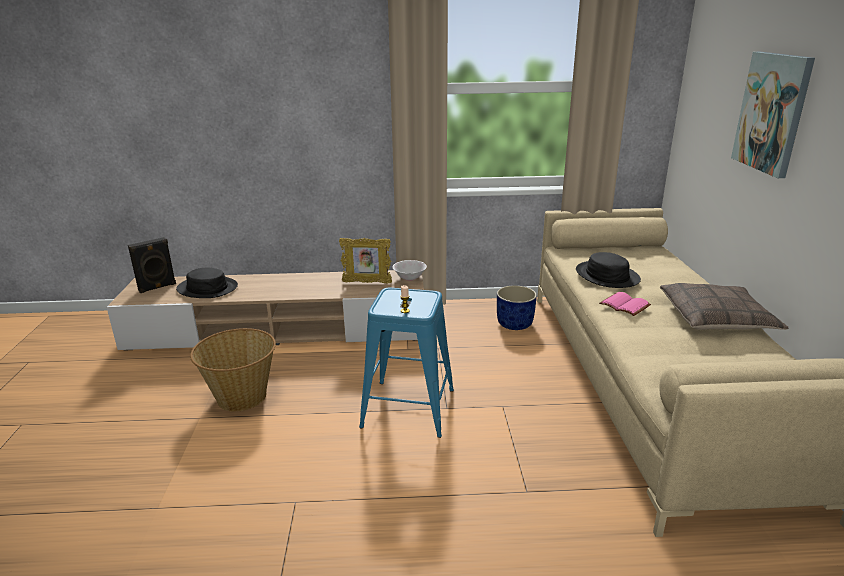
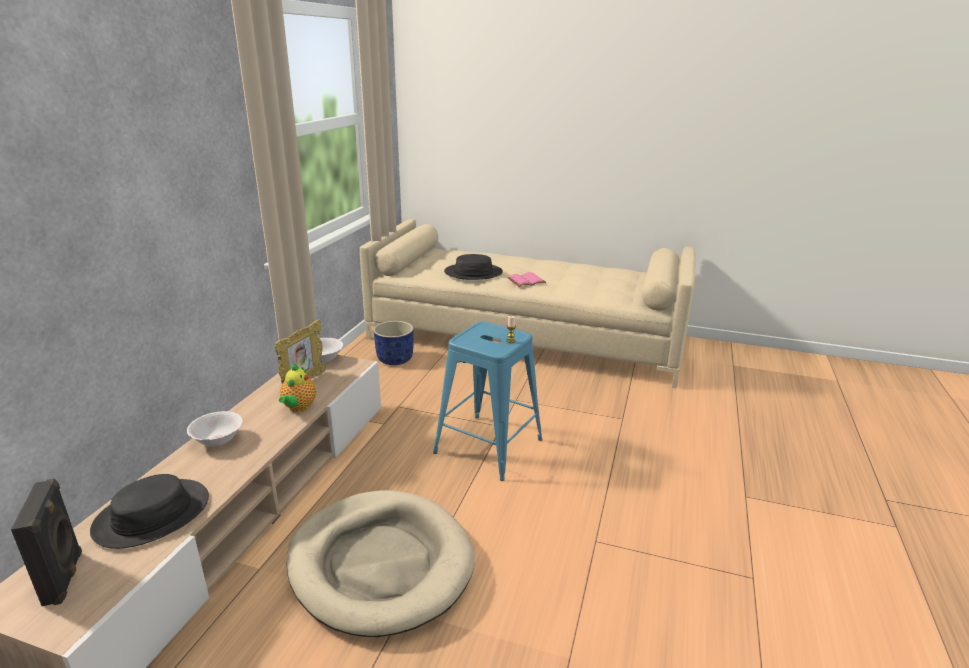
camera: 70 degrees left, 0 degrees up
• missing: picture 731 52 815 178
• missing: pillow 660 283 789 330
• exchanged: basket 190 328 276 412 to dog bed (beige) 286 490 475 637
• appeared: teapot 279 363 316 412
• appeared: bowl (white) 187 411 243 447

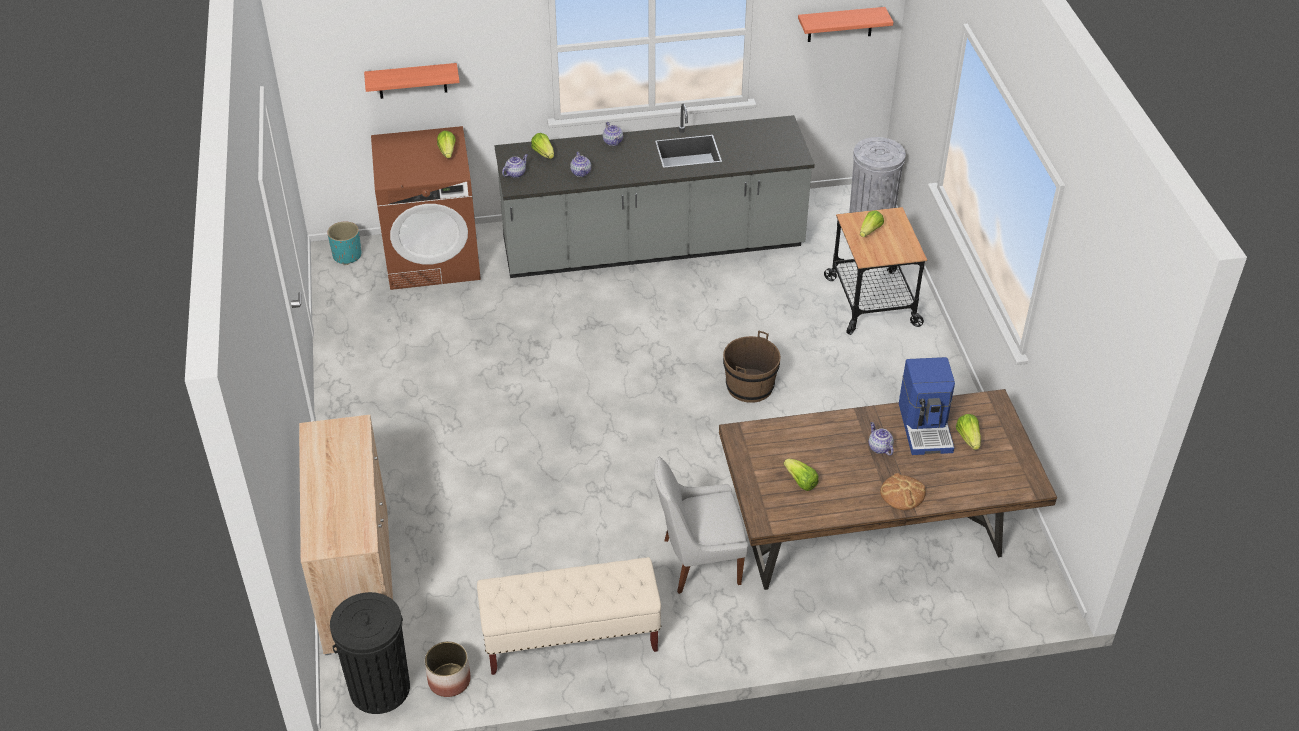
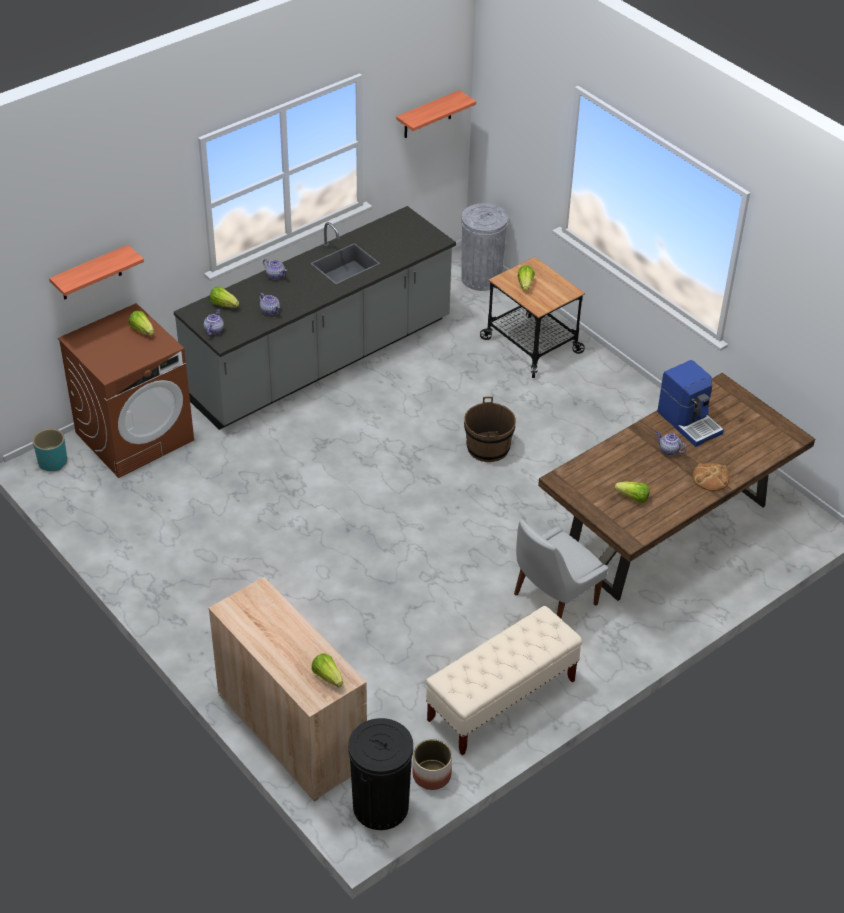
camera: 30 degrees left, 0 degrees up
• relocated: lettuce 956 414 981 450 to 312 653 343 687

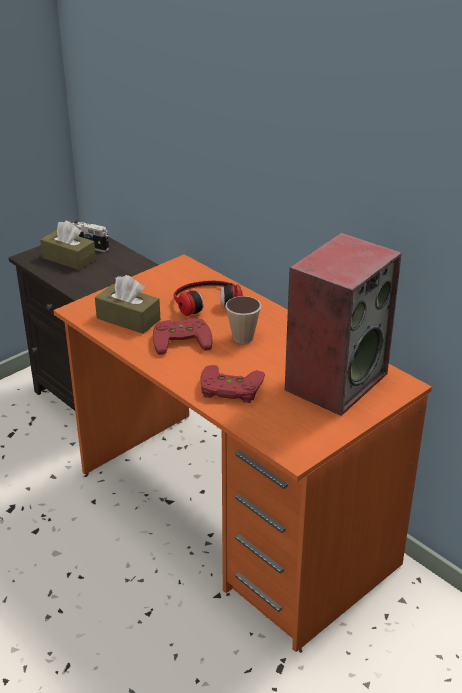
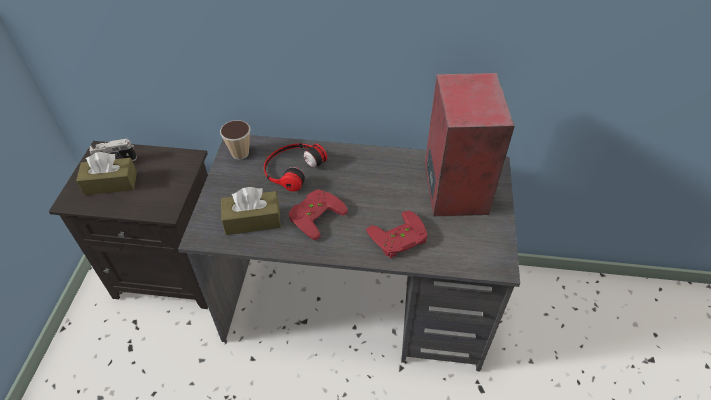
camera: 40 degrees left, 15 degrees up
• colour: desk (orange) 53 254 432 652 to desk (grey) 178 135 520 371
• relocated: cup 225 296 261 344 to 220 120 250 160

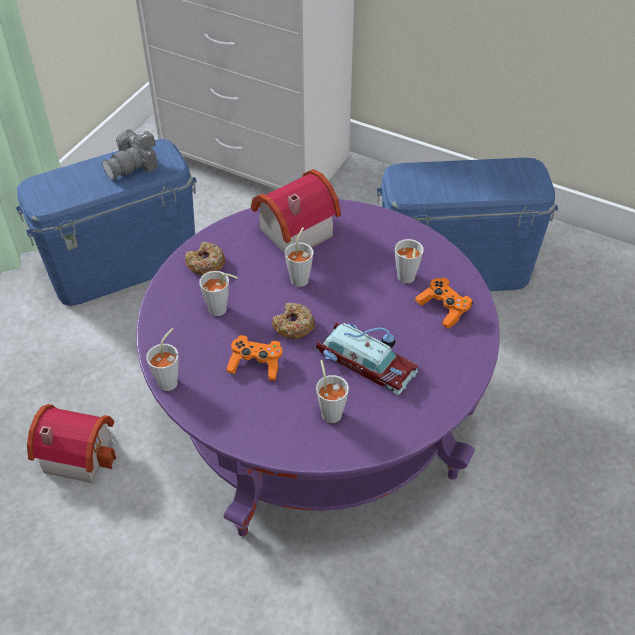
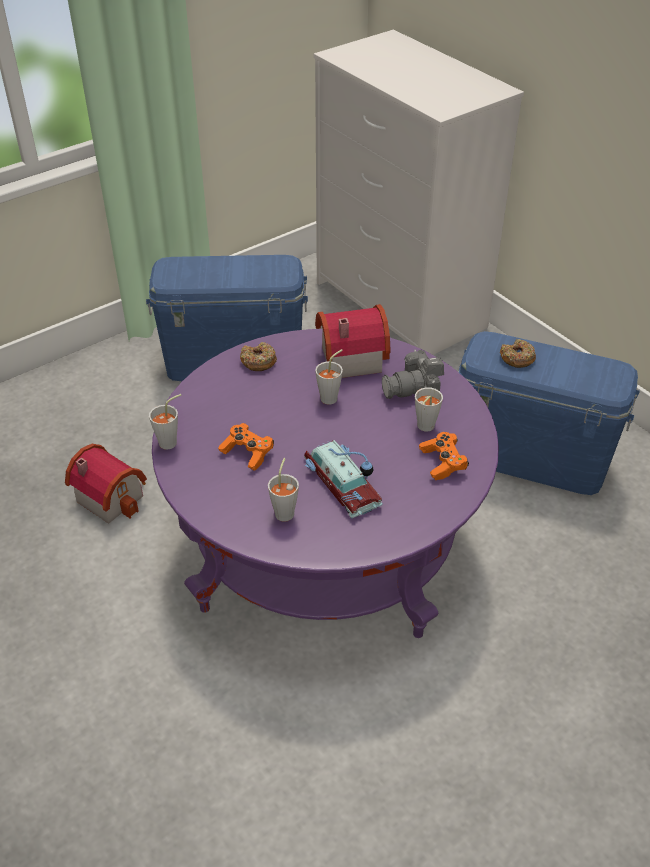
camera: 25 degrees right, 5 degrees down
• relocated: photo camera 102 129 158 180 to 382 350 444 399
• missing: cup (grey) 199 271 238 316
• relocated: donut 272 303 315 339 to 500 339 536 368

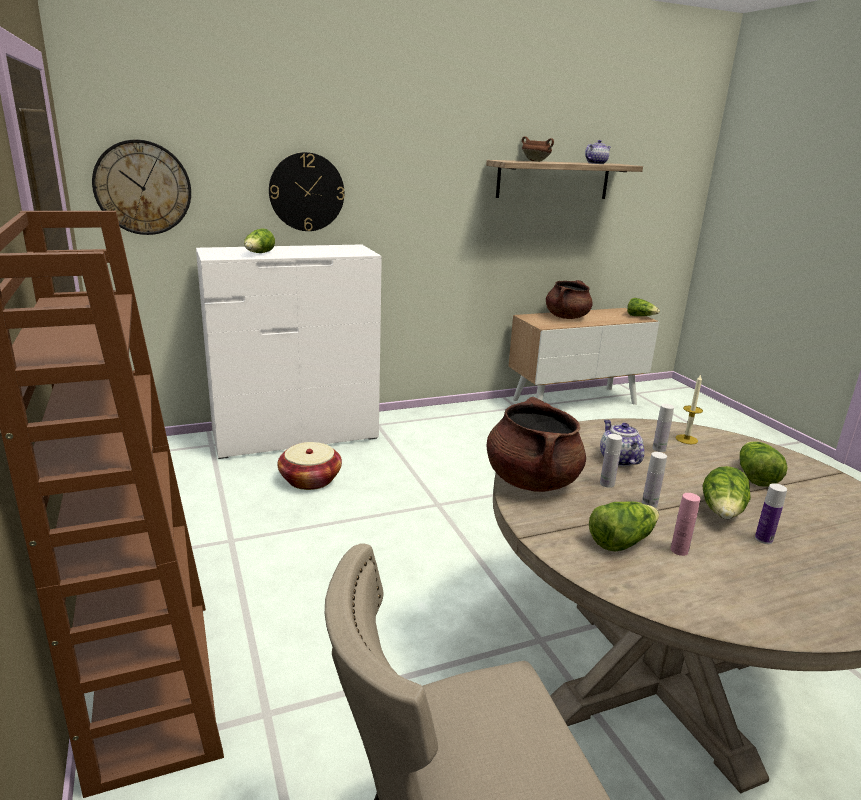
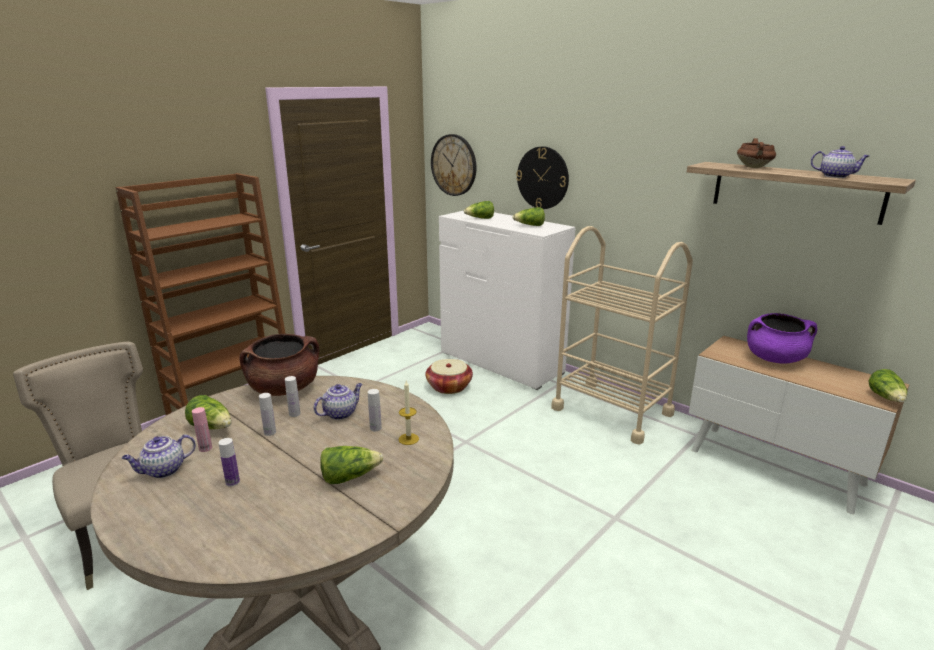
camera: 65 degrees right, 0 degrees up
• colour: cooking pot (brown) 546 280 593 319 to cooking pot (purple) 747 313 817 364
• relocated: lettuce 703 466 751 519 to 512 207 545 226
• appeared: cart (beige) 551 226 693 445
• appeared: teapot 122 434 196 478

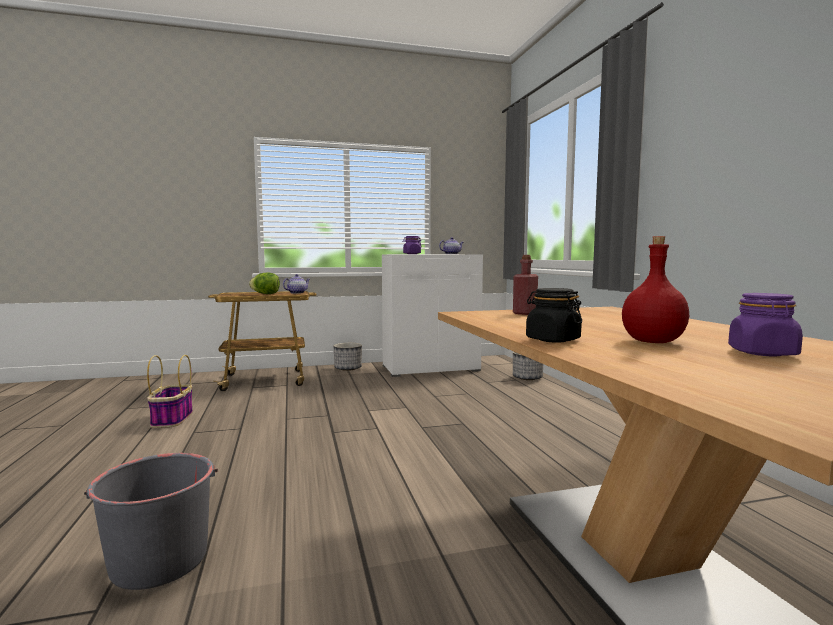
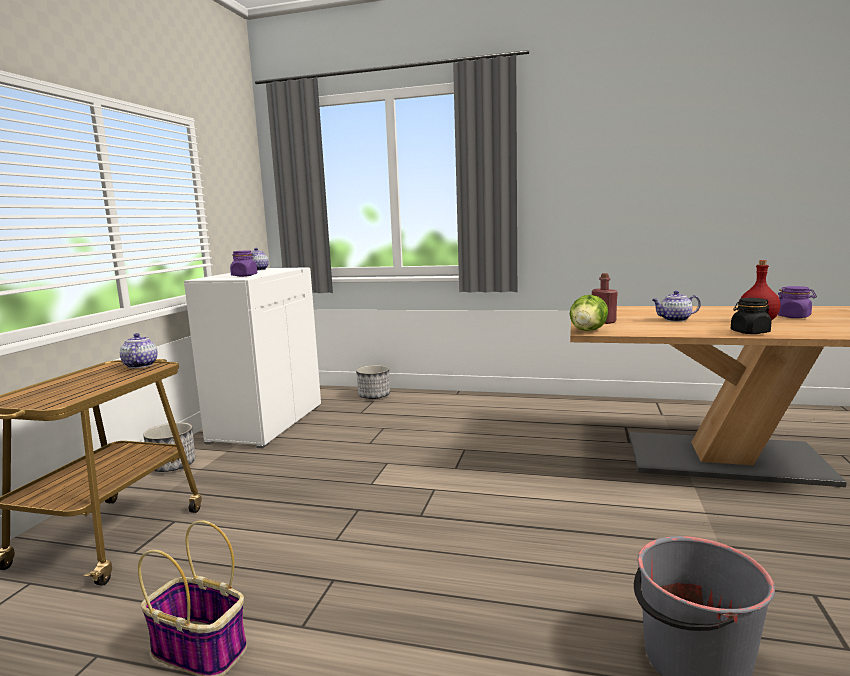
camera: 60 degrees left, 5 degrees up
• relocated: lettuce 249 273 280 294 to 570 295 608 331
• appeared: teapot 652 291 701 322

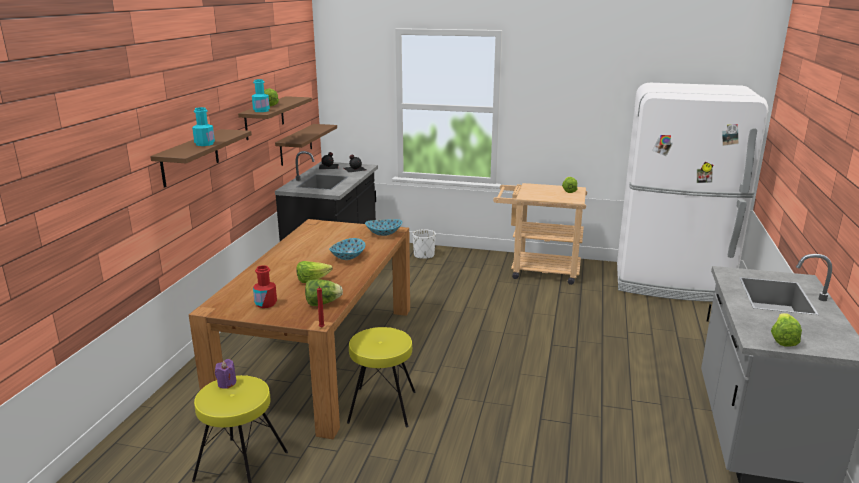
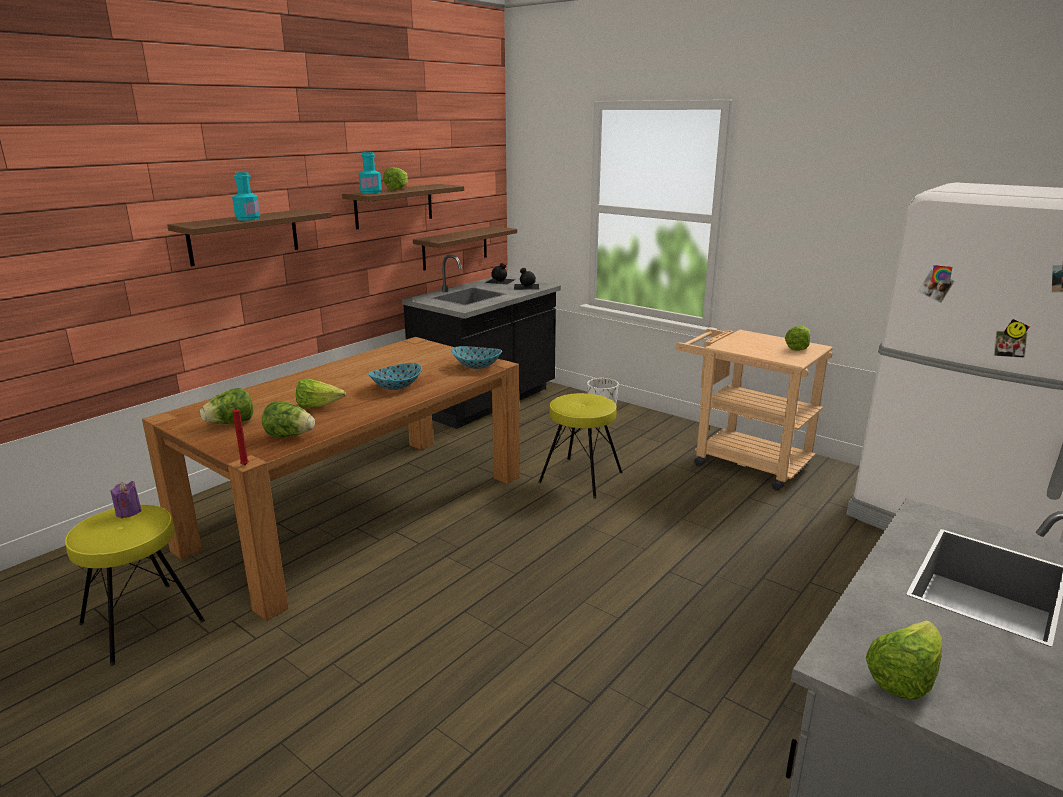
camera: 25 degrees right, 0 degrees up
• exchanged: bottle (red) 253 265 277 308 to lettuce 200 388 253 424
• relocated: stool (yellow) 347 327 416 427 to 538 393 623 499

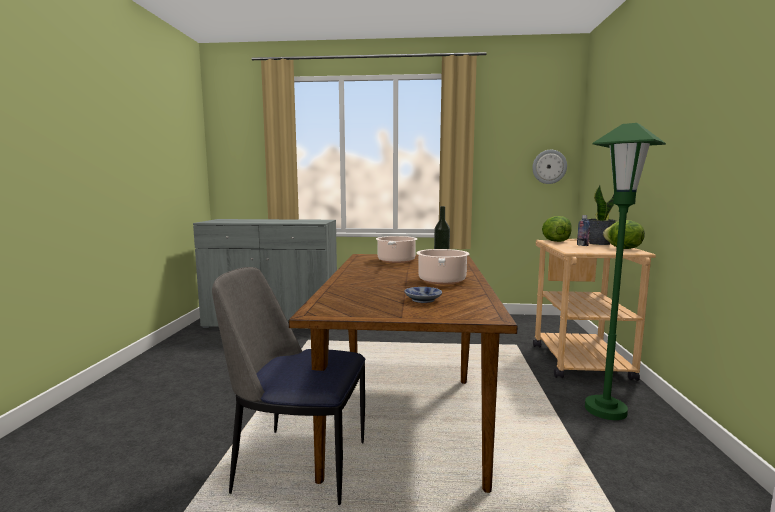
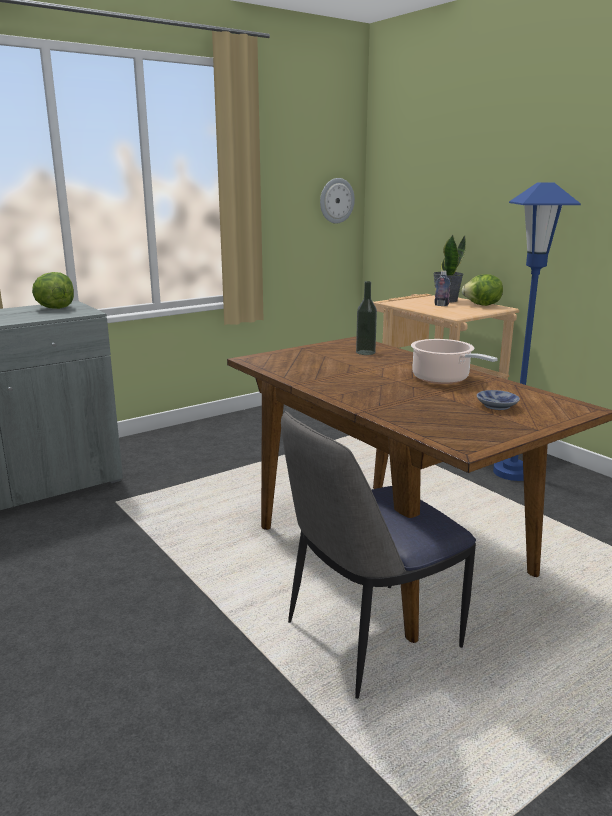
camera: 40 degrees left, 10 degrees up
• colour: floor lamp (green) 585 123 666 420 to floor lamp (blue) 493 182 581 481
• relocated: lettuce 542 216 572 242 to 32 272 74 309
• missing: cooking pot 376 236 417 263

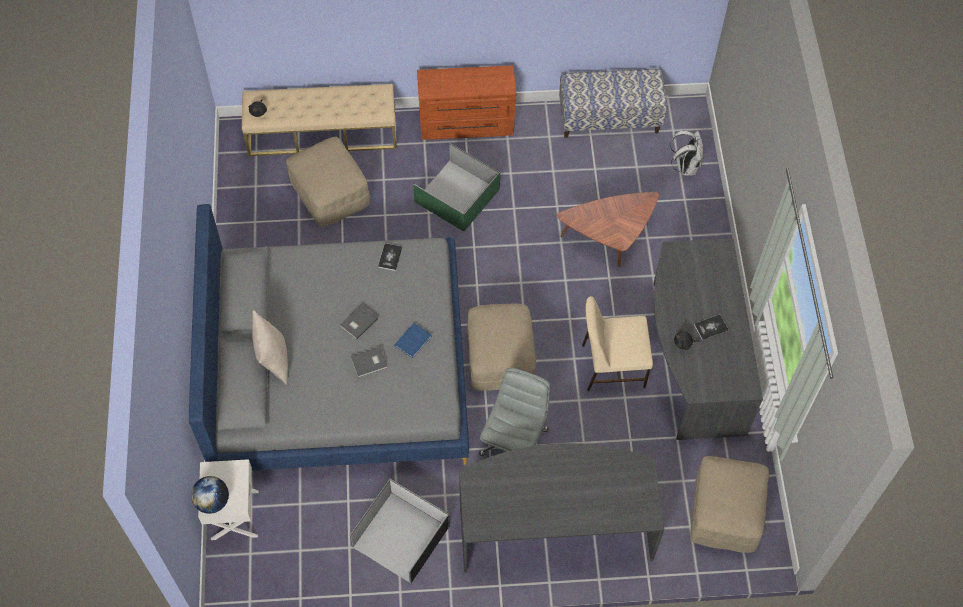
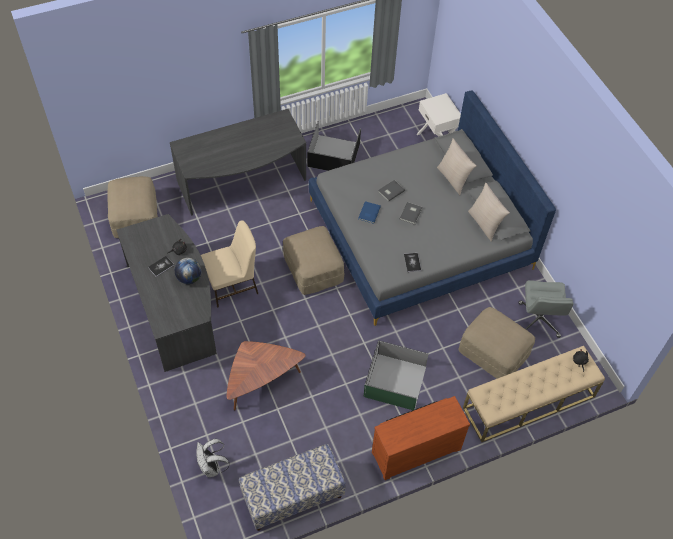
camera: 160 degrees right, 5 degrees down
• relocated: office chair (grey) 479 368 550 456 to 519 280 573 338
• relocated: globe 191 476 229 514 to 175 258 202 284
• appeared: pillow (beige) 468 183 510 241

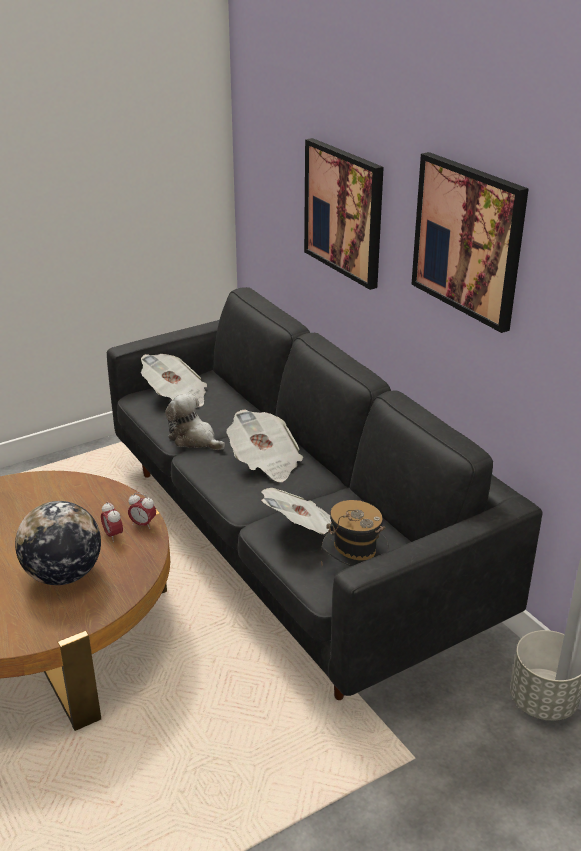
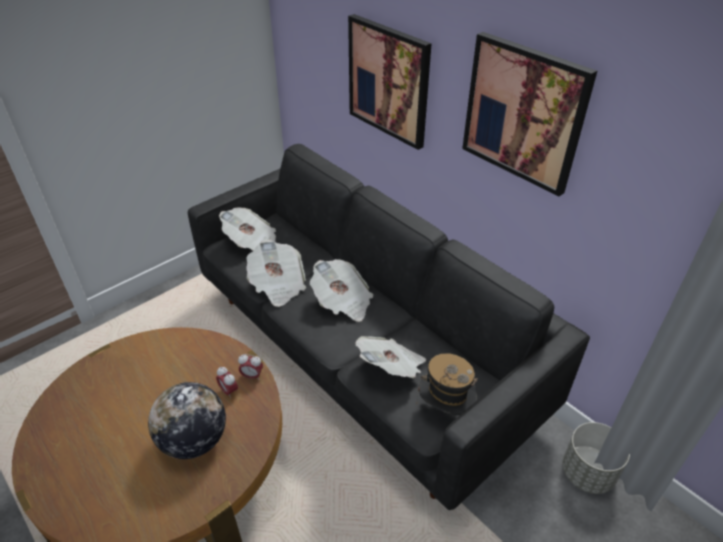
camera: 10 degrees left, 10 degrees up
• exchanged: plush toy 165 393 225 450 to newspaper 246 240 306 307

